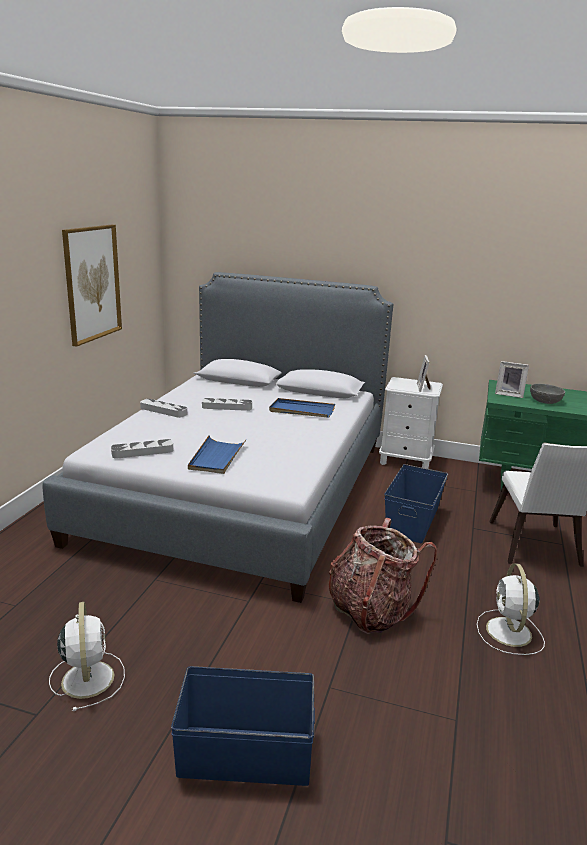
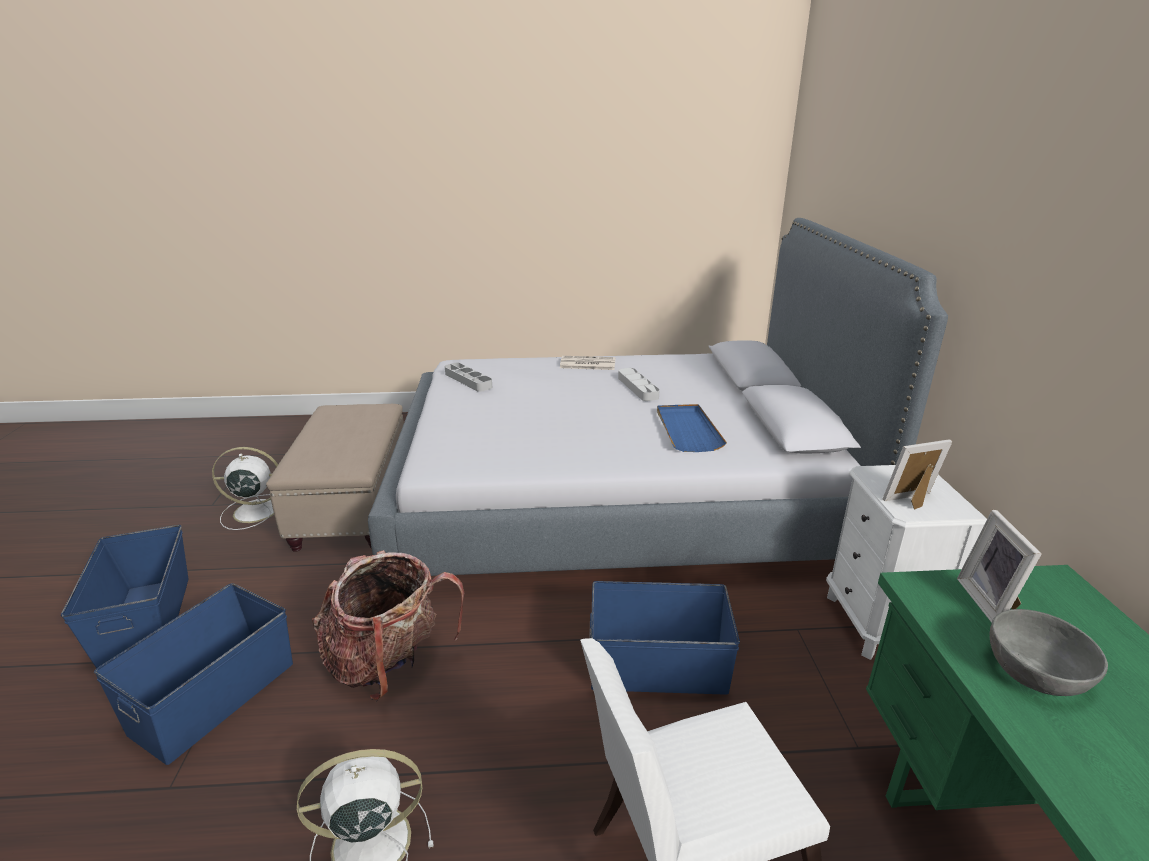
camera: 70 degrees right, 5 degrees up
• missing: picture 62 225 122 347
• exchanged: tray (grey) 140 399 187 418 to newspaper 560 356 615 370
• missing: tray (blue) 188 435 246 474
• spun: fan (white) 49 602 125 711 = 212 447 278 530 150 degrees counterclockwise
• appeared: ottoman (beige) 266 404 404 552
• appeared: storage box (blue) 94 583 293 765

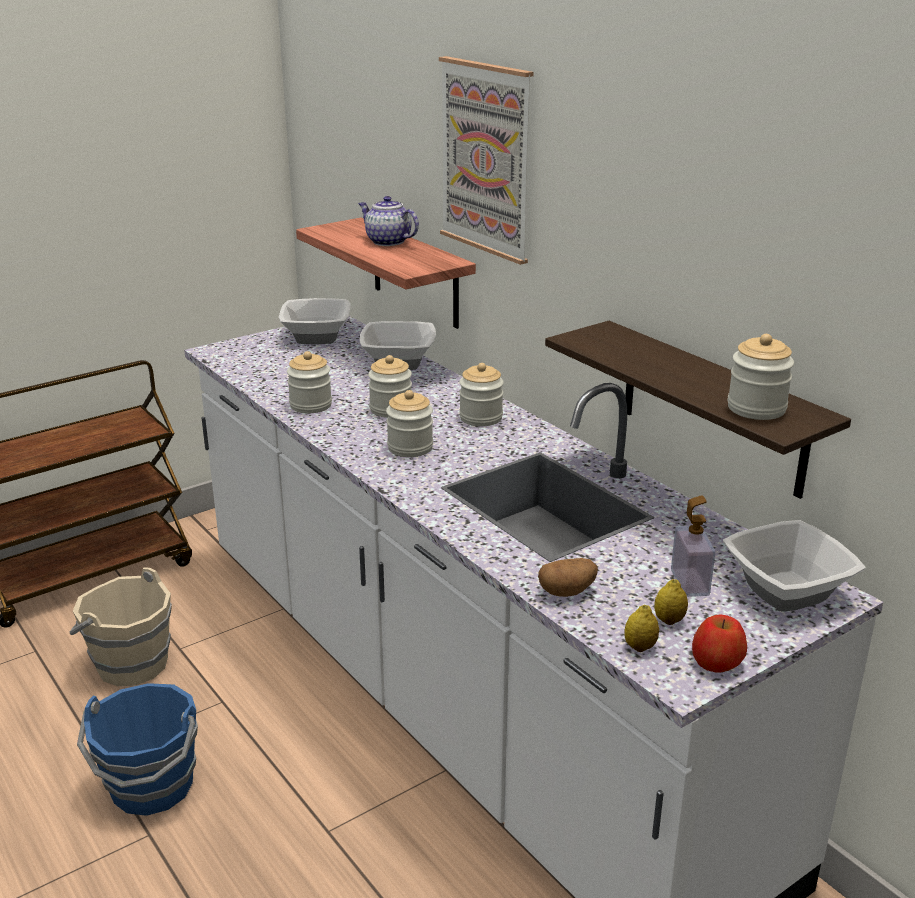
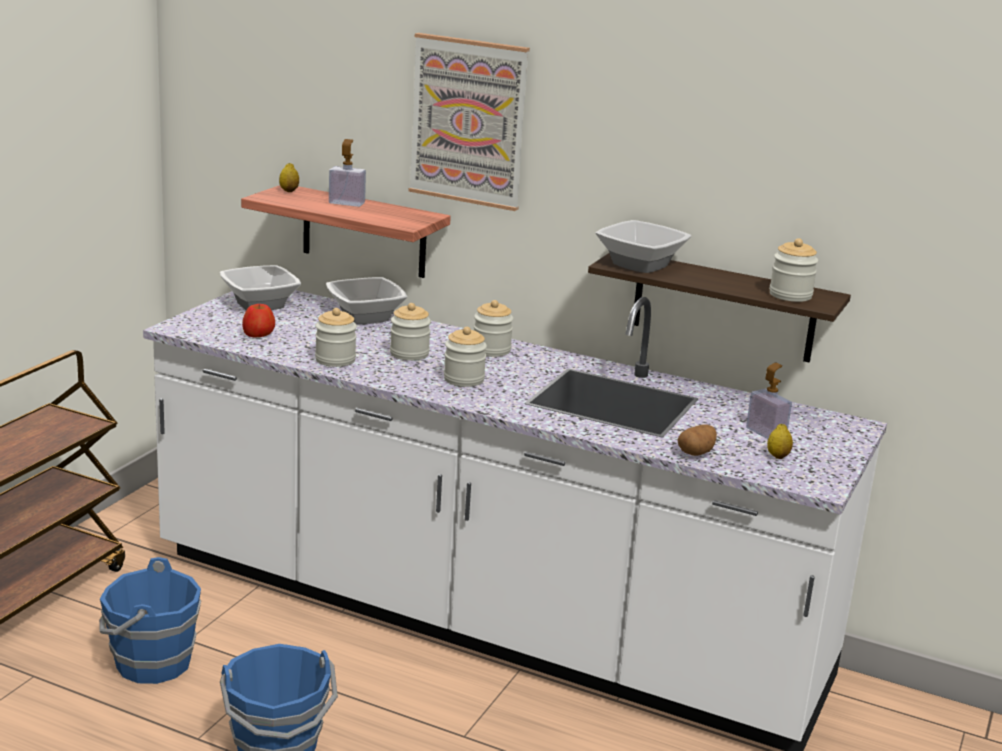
camera: 30 degrees left, 5 degrees down
• exchanged: teapot 358 196 419 246 to soap dispenser 329 139 366 207
• relocated: bowl 723 520 866 612 to 596 220 691 273
• colour: bucket (beige) 70 567 172 686 to bucket (blue) 99 557 201 684
• relocated: lemon 624 605 659 652 to 279 163 299 192
• relocated: apple 692 615 747 673 to 242 304 275 338

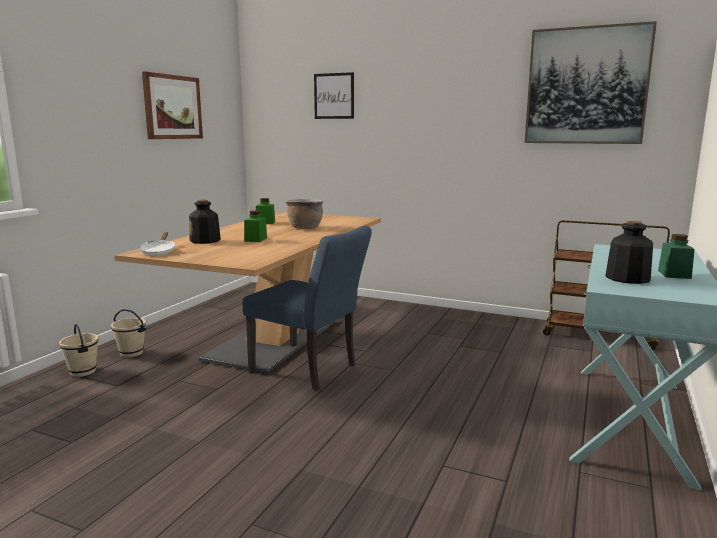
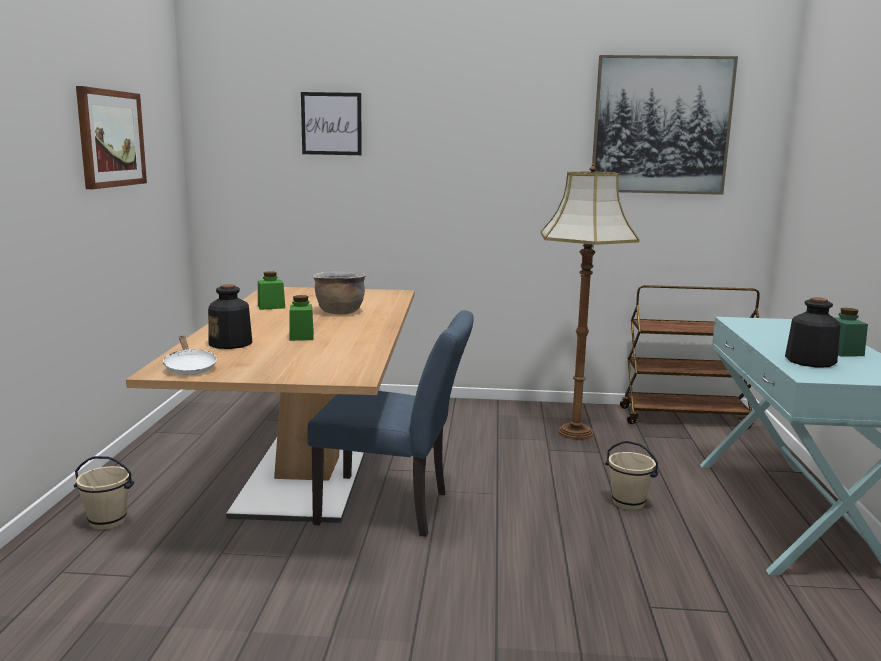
camera: 20 degrees left, 0 degrees up
• relocated: bucket (beige) 59 324 98 377 to 605 441 659 510
• appeared: floor lamp 541 163 639 440

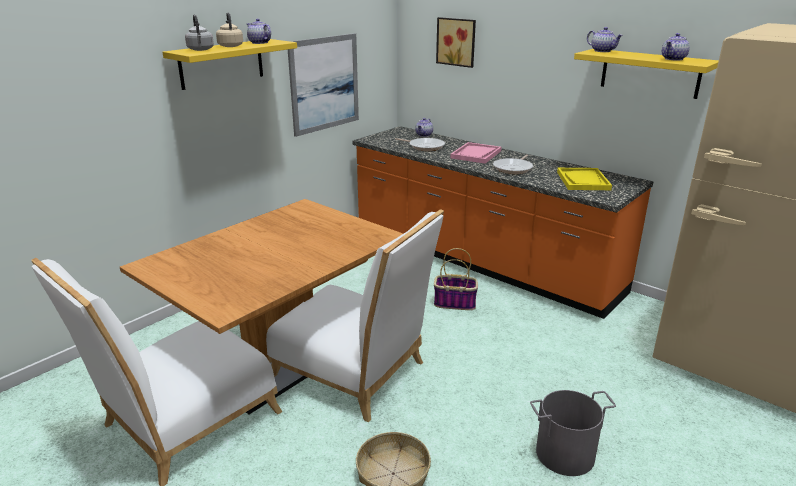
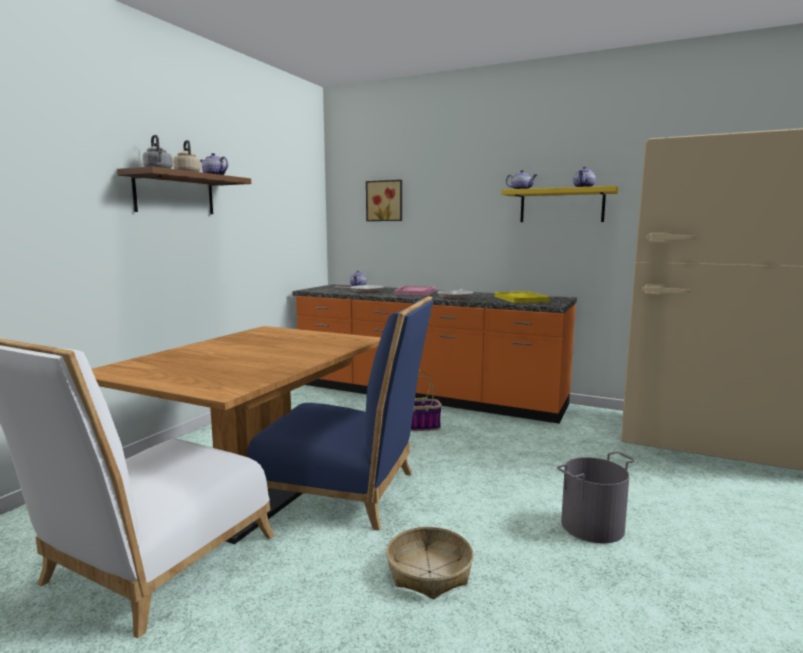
camera: 15 degrees left, 15 degrees down
• missing: picture 288 33 359 137
• colour: shelf (yellow) 163 39 297 90 to shelf (brown) 117 166 251 214
• colour: chair (white) 266 209 444 422 to chair (blue) 247 296 433 531

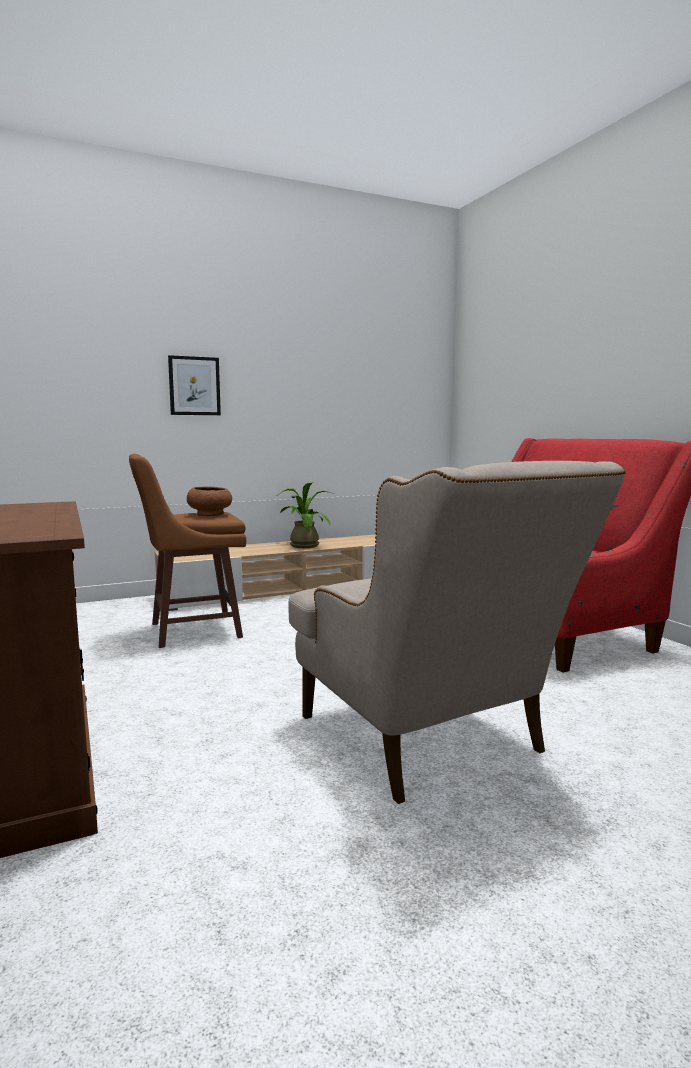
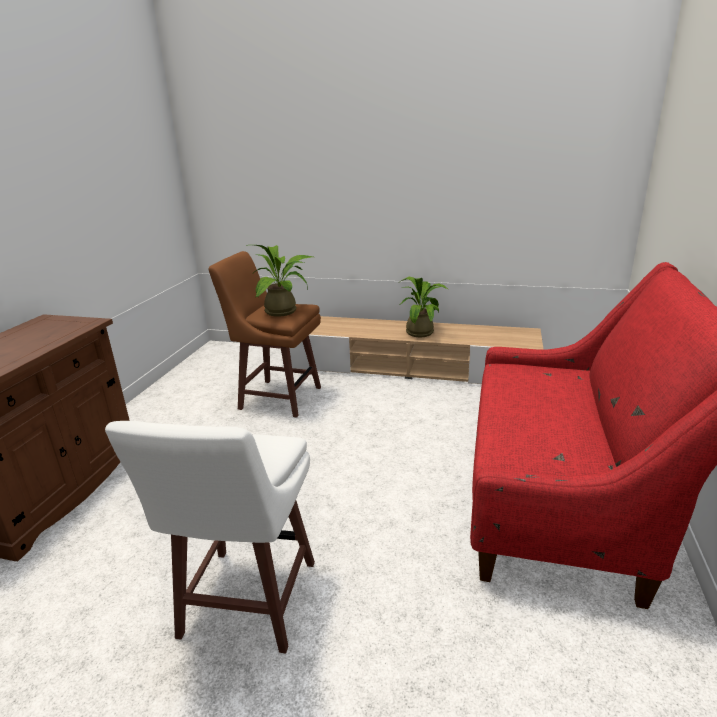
camera: 40 degrees right, 15 degrees up
• missing: picture 168 355 221 415
• exchanged: armchair (beige) 289 461 626 804 to stool (white) 105 421 315 654
• exchanged: bowl (brown) 187 486 232 516 to potted plant 252 245 313 317

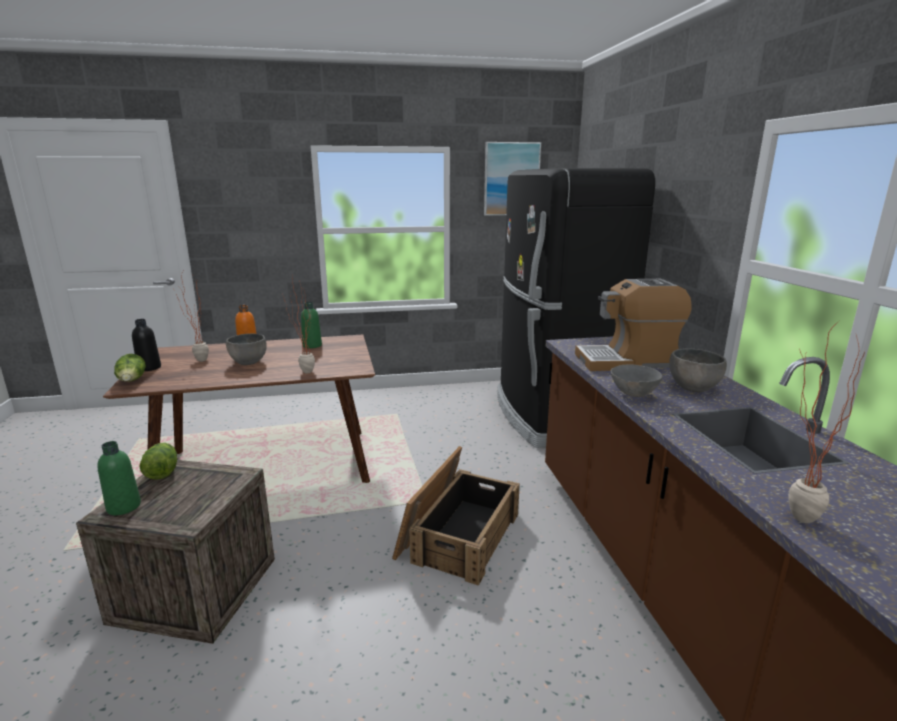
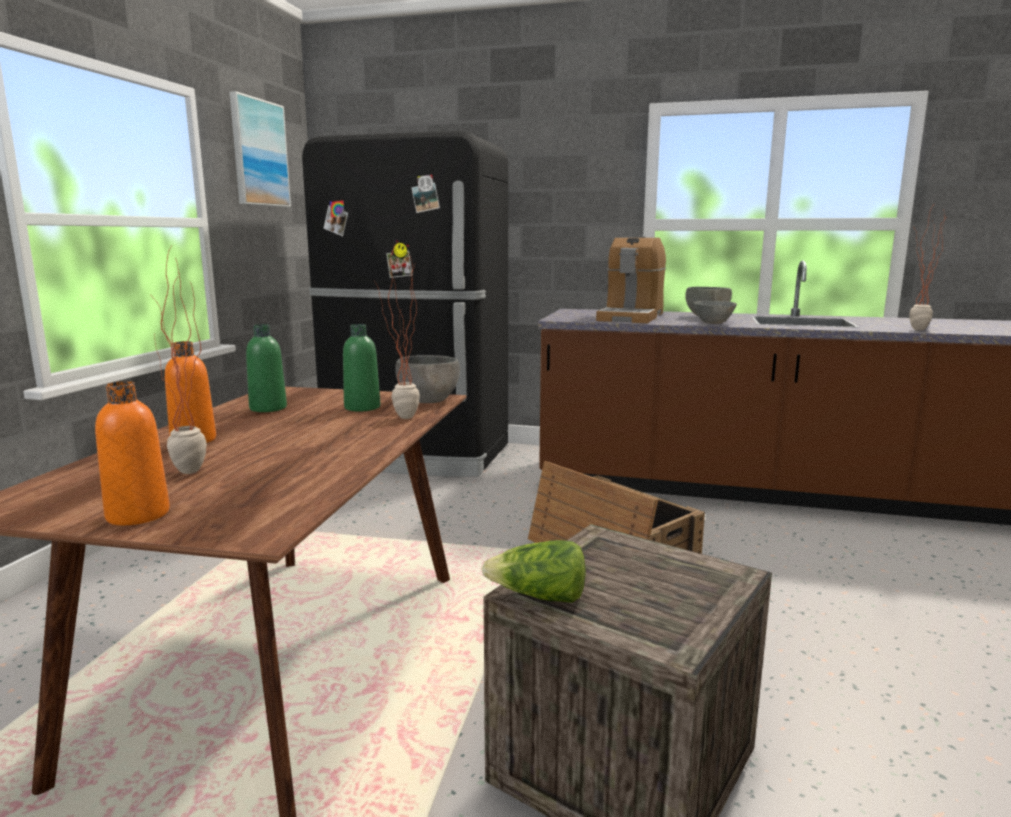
camera: 65 degrees left, 5 degrees down
• colour: bottle (black) 132 319 161 371 to bottle (orange) 95 381 170 525
• relocated: bowl (grey) 226 334 267 365 to 395 355 460 403
• missing: lettuce 114 354 146 382
• relocated: bottle (green) 97 441 141 515 to 343 324 380 412

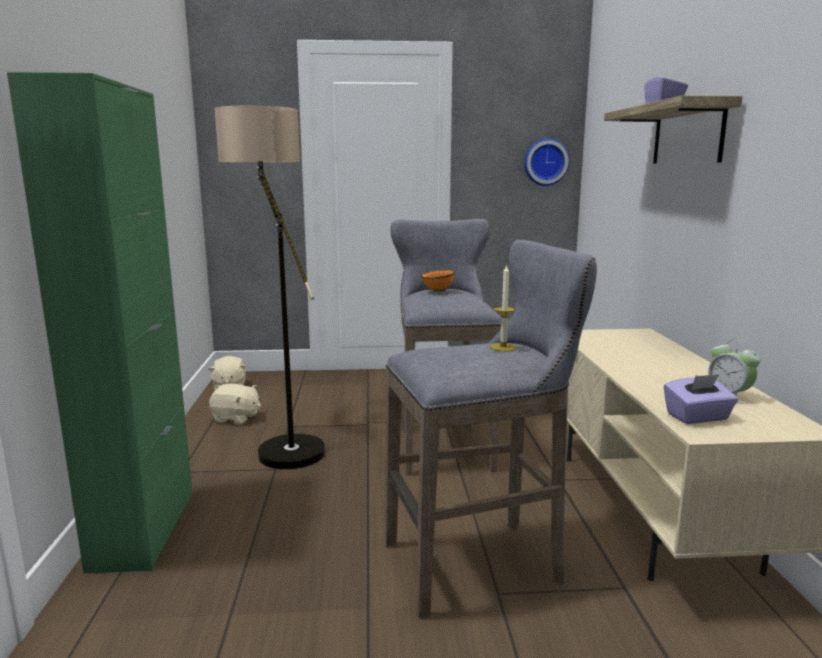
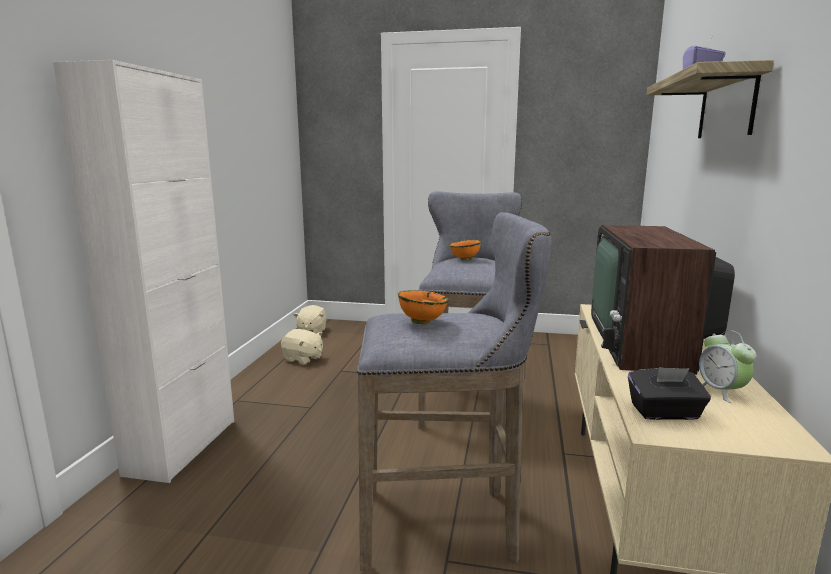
camera: 15 degrees right, 0 degrees up
• colour: cabinet (green) 7 72 193 573 to cabinet (white) 53 60 234 483
• missing: floor lamp 214 106 325 469
• missing: wall clock 524 138 569 186
• missing: candle 490 264 516 351
• colour: tissue box (purple) 664 374 738 424 to tissue box (black) 628 367 711 420
• appeared: television 591 225 735 375
• appeared: bowl (orange) 398 290 449 325

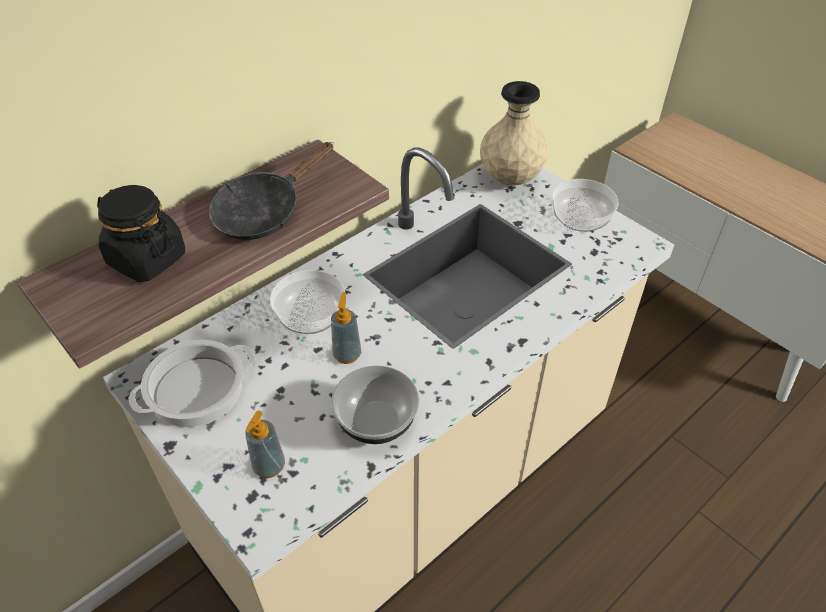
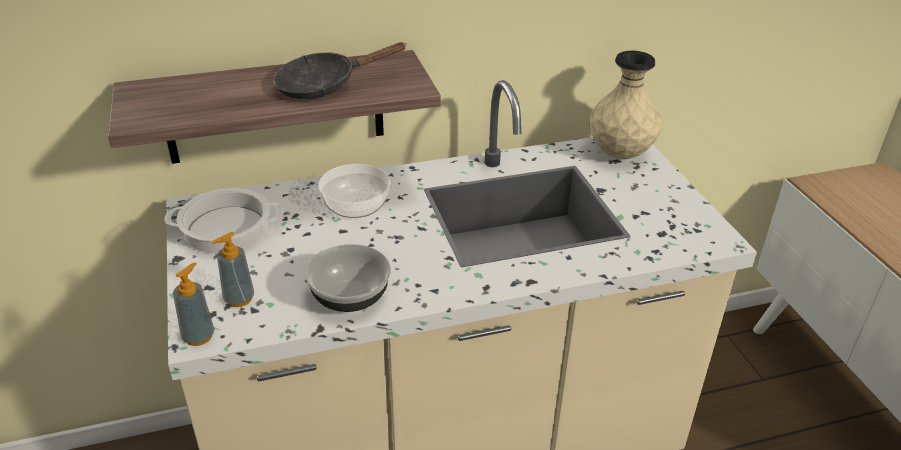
camera: 25 degrees right, 10 degrees down
• missing: bowl 552 179 619 232
• missing: jar (black) 97 185 185 282
• relocated: soap dispenser 331 292 361 364 to 173 262 215 346

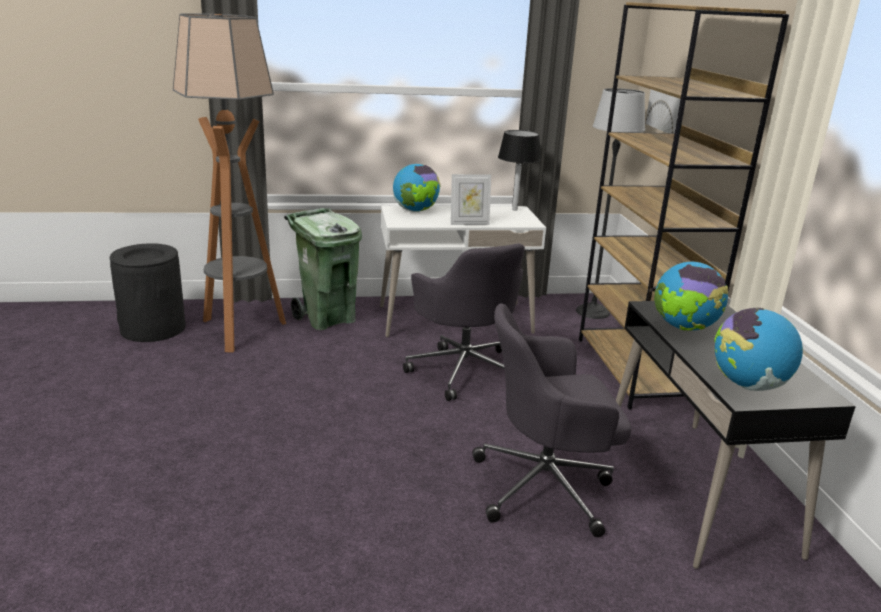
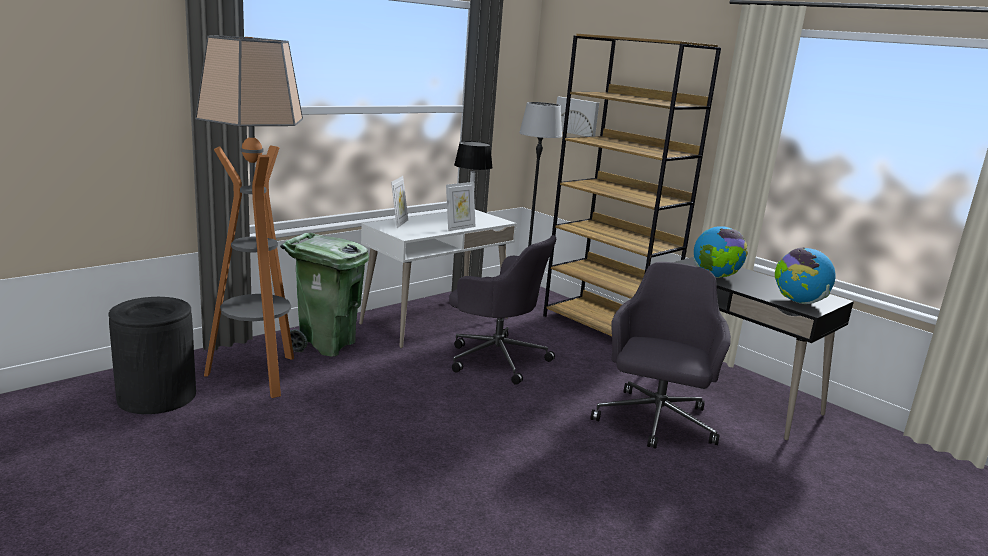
camera: 35 degrees left, 5 degrees down
• exchanged: globe 393 164 440 212 to picture frame 391 176 408 228
• spun: office chair (grey) 472 303 631 537 = 590 262 731 449 150 degrees clockwise

